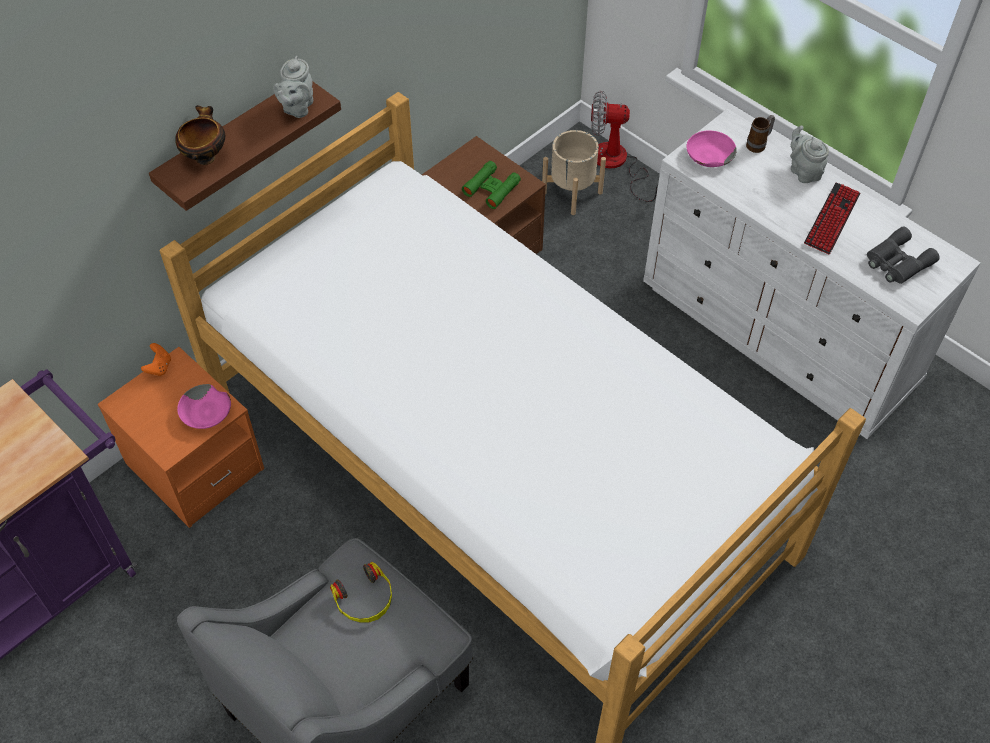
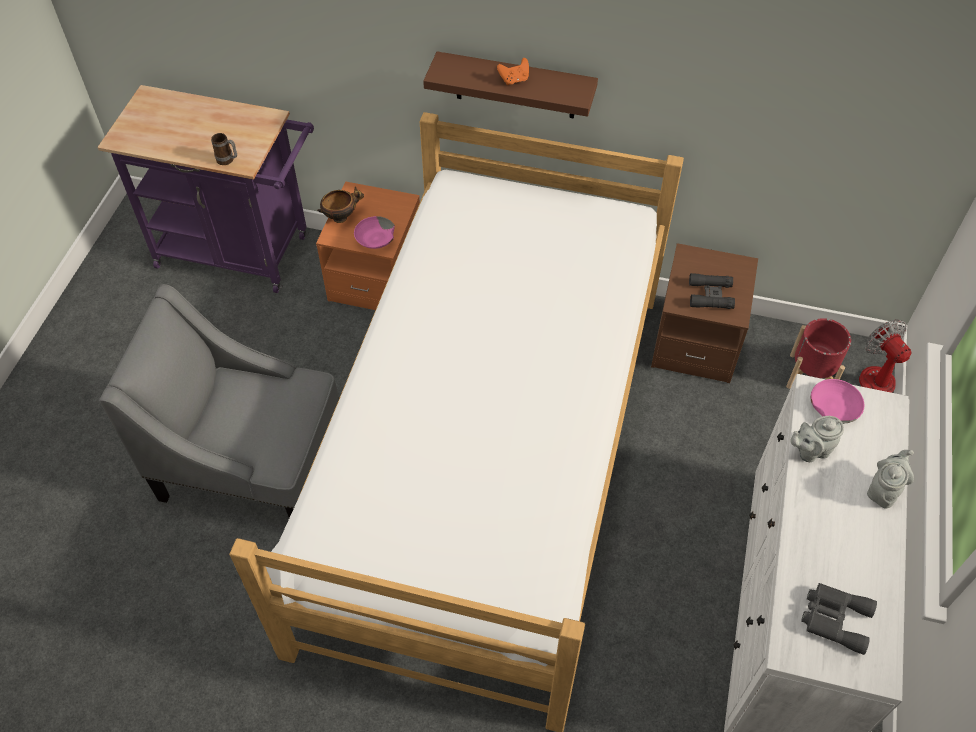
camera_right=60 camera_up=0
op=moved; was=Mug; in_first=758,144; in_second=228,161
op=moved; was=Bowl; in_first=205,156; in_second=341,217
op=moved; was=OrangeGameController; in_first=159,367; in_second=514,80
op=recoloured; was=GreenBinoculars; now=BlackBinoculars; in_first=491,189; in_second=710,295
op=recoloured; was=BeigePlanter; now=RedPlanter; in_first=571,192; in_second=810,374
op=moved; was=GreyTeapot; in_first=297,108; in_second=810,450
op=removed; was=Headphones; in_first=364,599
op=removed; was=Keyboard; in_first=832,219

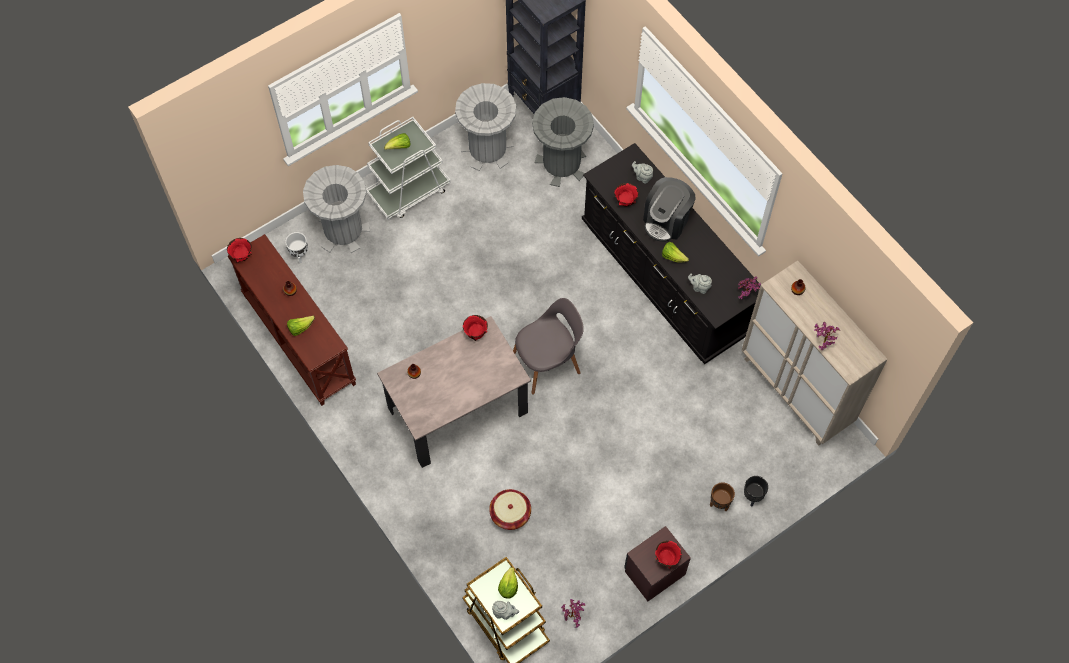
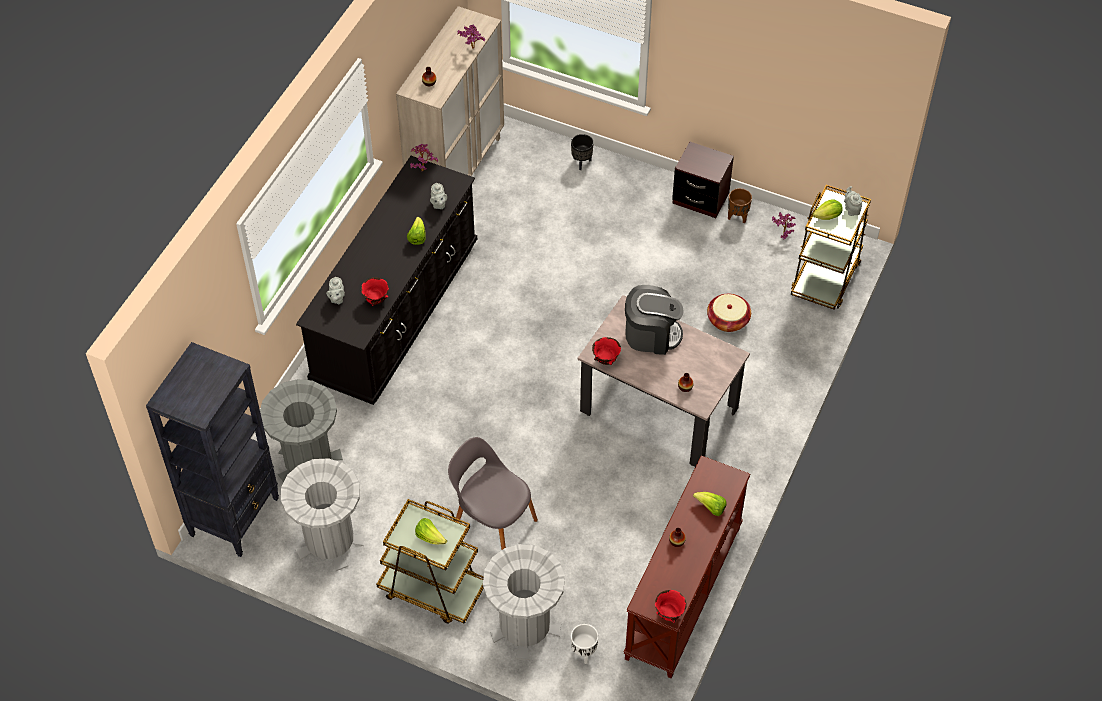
camera_right=-120 camera_up=-10
op=recoloured; was=WhiteCart; now=BrownCart; in_first=409,191; in_second=432,589
op=moved; was=GreyChair; in_first=547,363; in_second=493,523
op=moved; was=CoffeeMachine; in_first=666,221; in_second=651,335
op=moved; was=BrownPlanter; in_first=719,504; in_second=737,217
op=removed; was=RedBowl; in_first=667,559

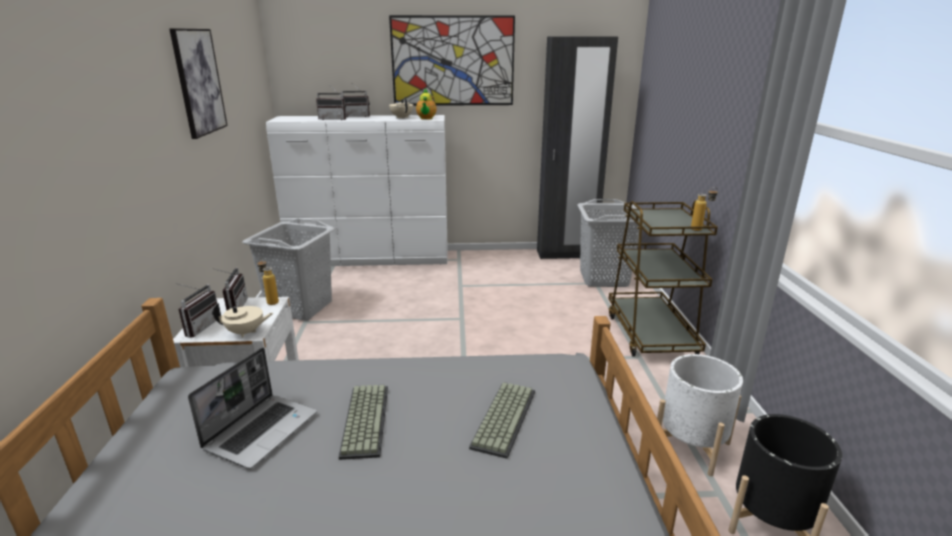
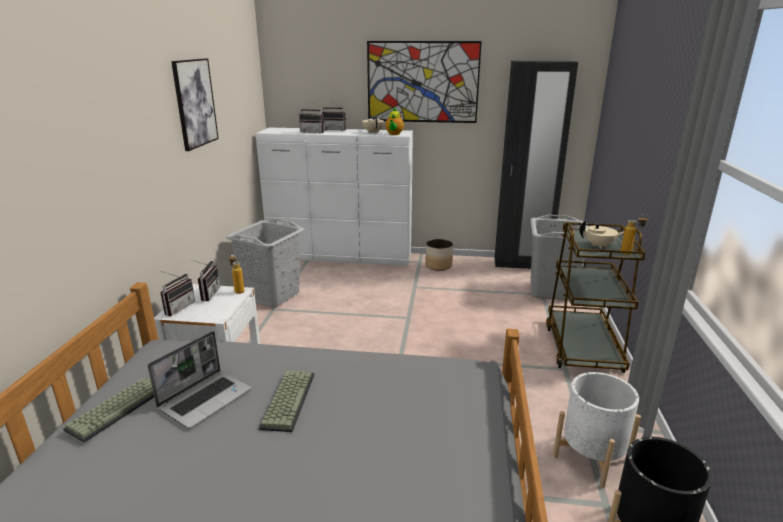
camera_right=10 camera_up=0
op=moved; was=Keyboard; in_first=502,417; in_second=118,407
op=added; now=Planter; in_second=438,266
op=moved; was=BeigeTeapot; in_first=246,332; in_second=599,246

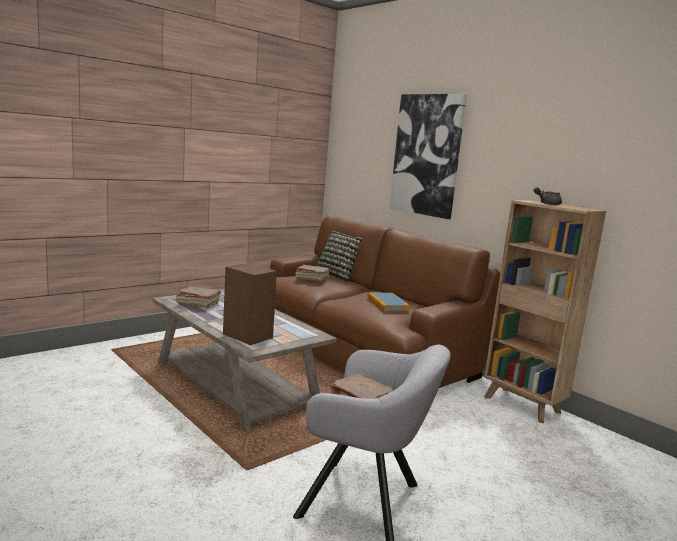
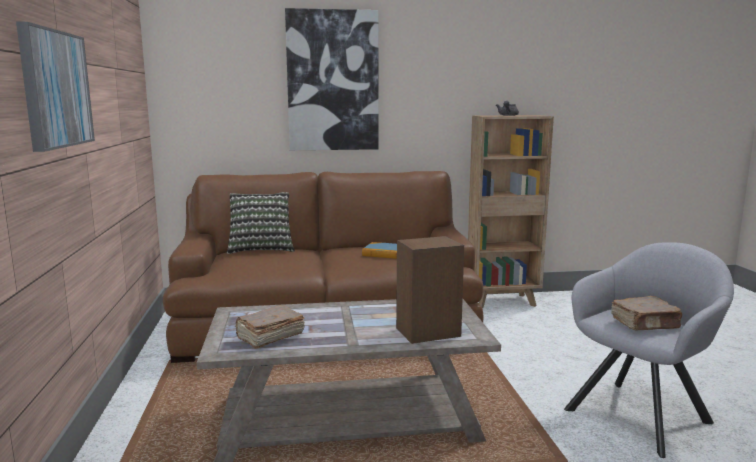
camera_right=-55 camera_up=0
op=added; now=Picture; in_second=55,89
op=removed; was=BrownBook; in_first=311,279

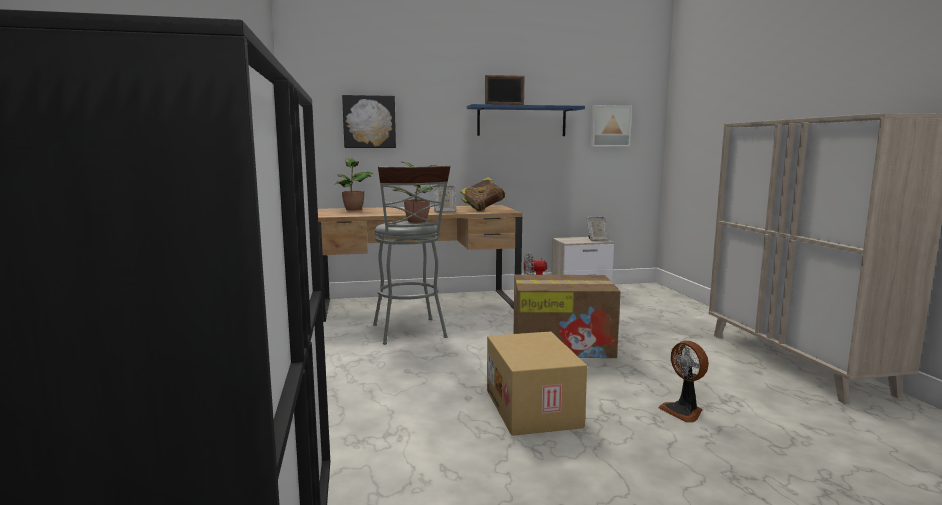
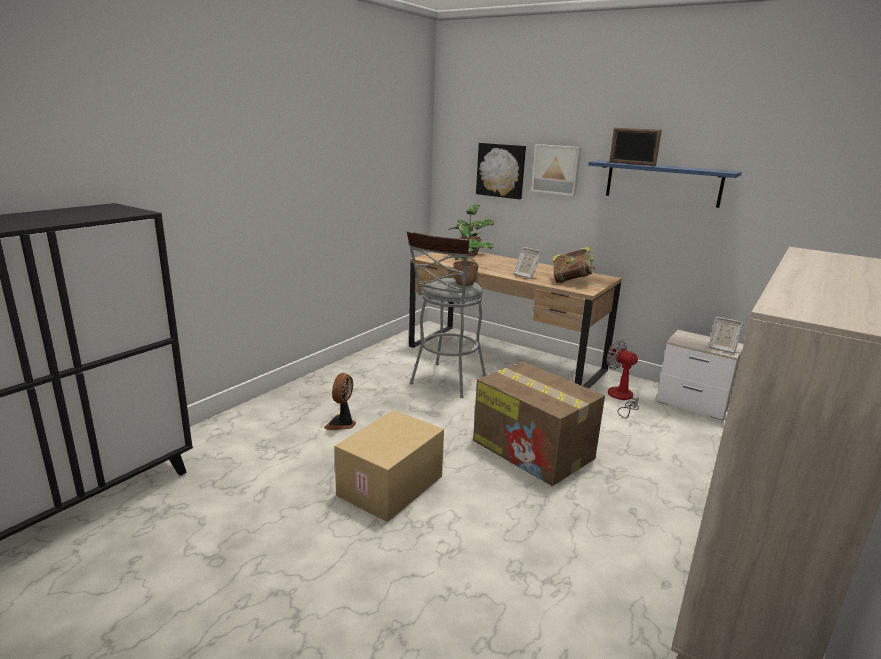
camera_right=45 camera_up=10
op=moved; was=Fan; in_first=683,411; in_second=342,424
op=moved; was=Picture; in_first=610,126; in_second=556,169

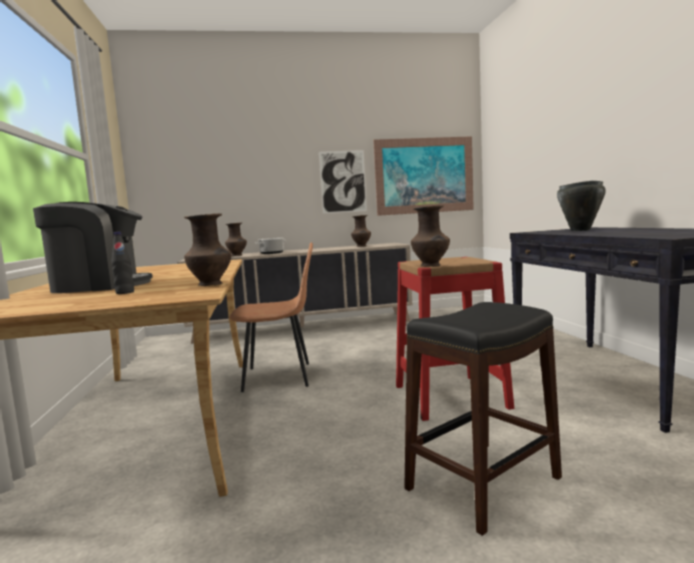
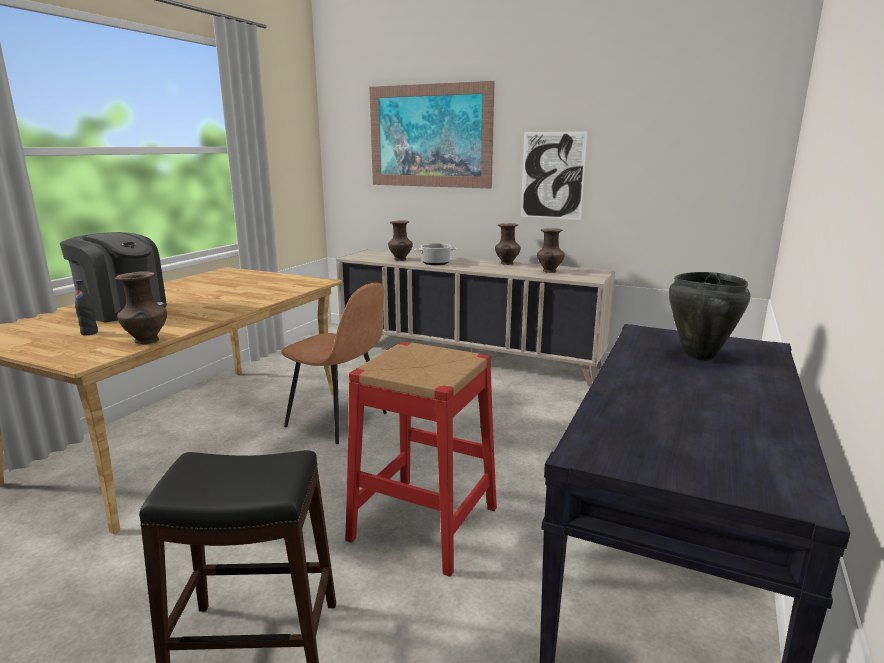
camera_right=35 camera_up=10
op=moved; was=Picture; in_first=424,175; in_second=429,136
op=moved; was=BrownVase; in_first=431,266; in_second=507,264

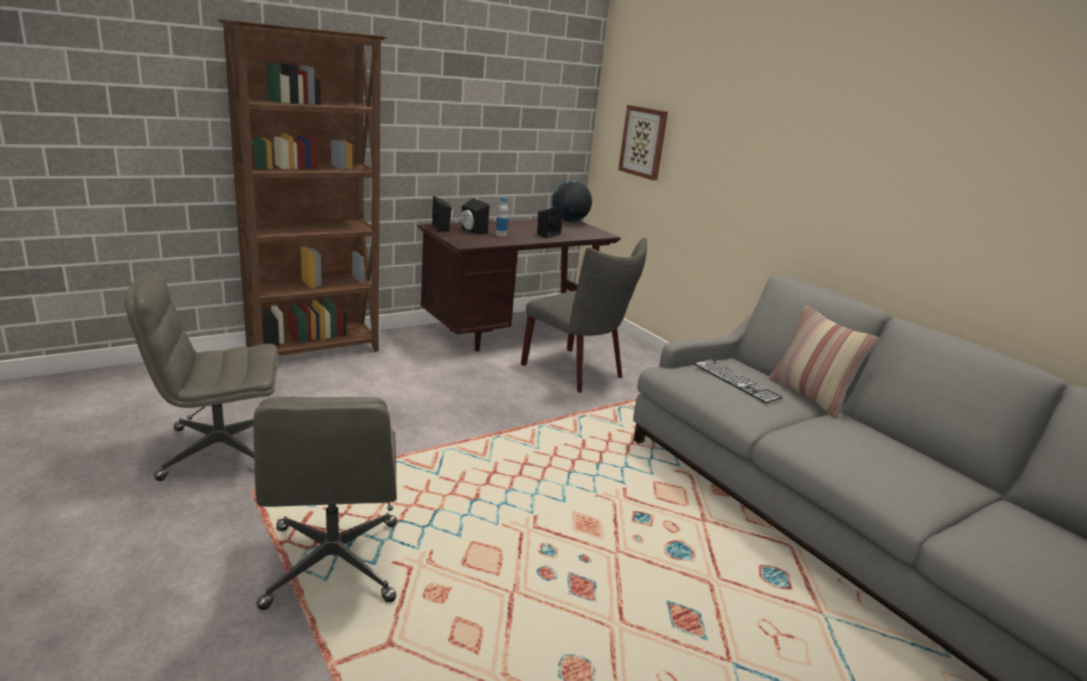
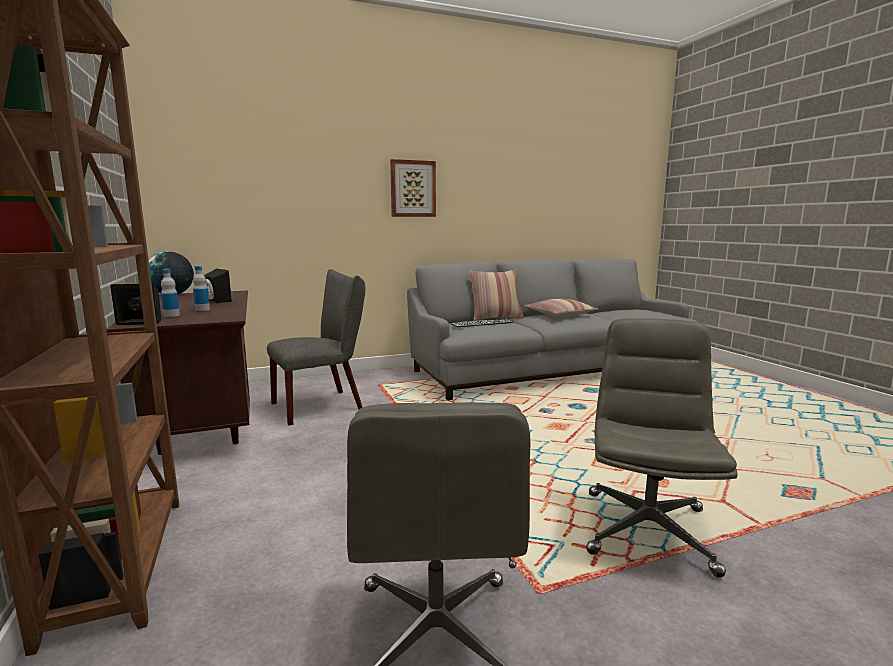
camera_right=-75 camera_up=-10
op=replaced; was=BlackSpeaker; now=Bottle; in_first=472,231; in_second=171,315
op=moved; was=Picture; in_first=644,142; in_second=412,189
op=added; now=Pillow; in_second=560,315
op=turned; was=GreyOfficeChair; in_first=333,565; in_second=647,529; clockwise=-75

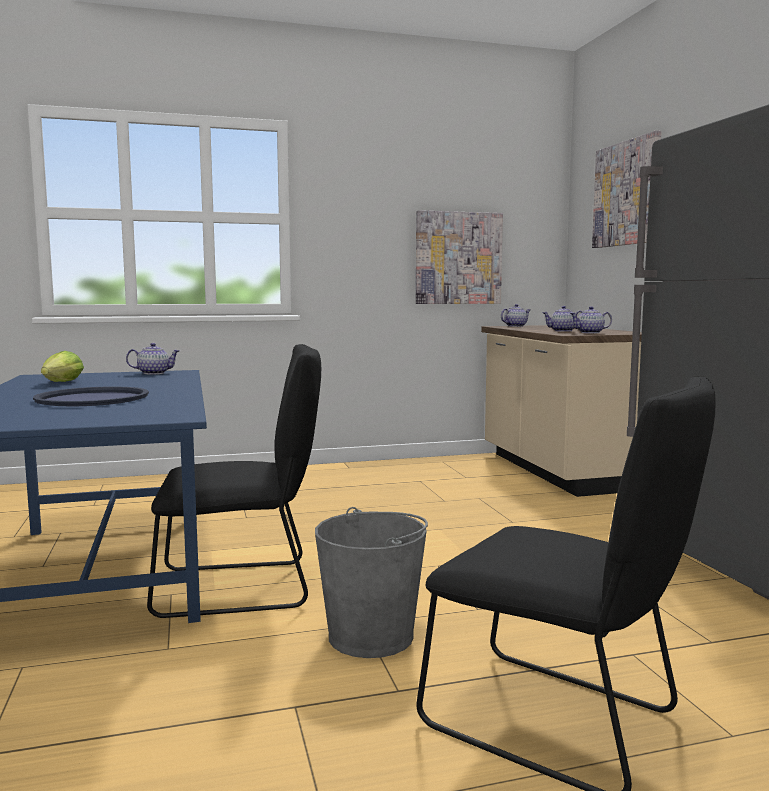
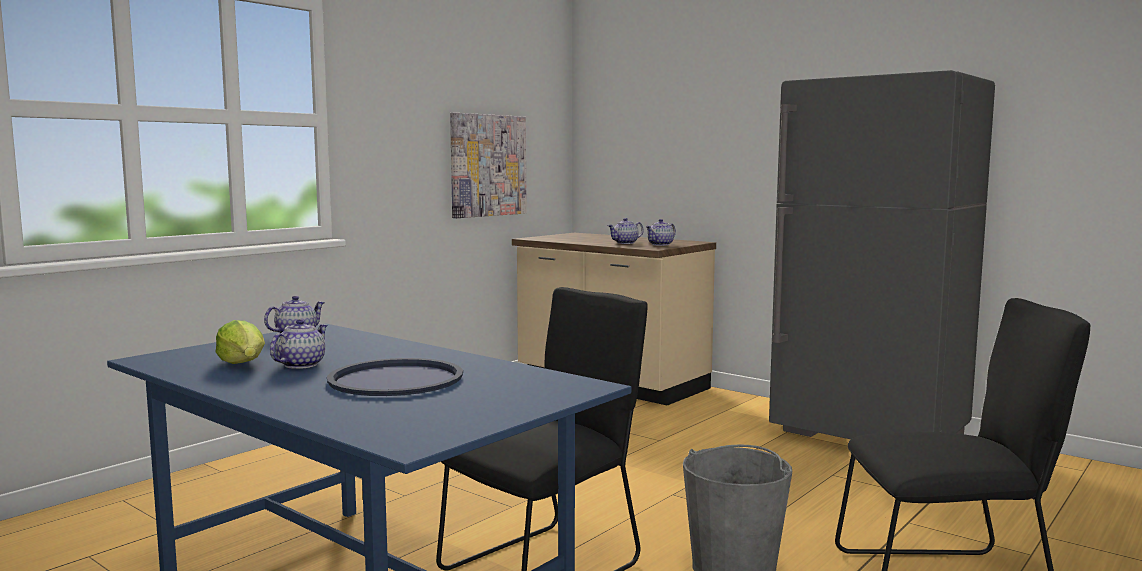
camera_right=-35 camera_up=0
op=moved; was=Teapot; in_first=515,326; in_second=301,364
op=removed; was=Picture; in_first=626,193

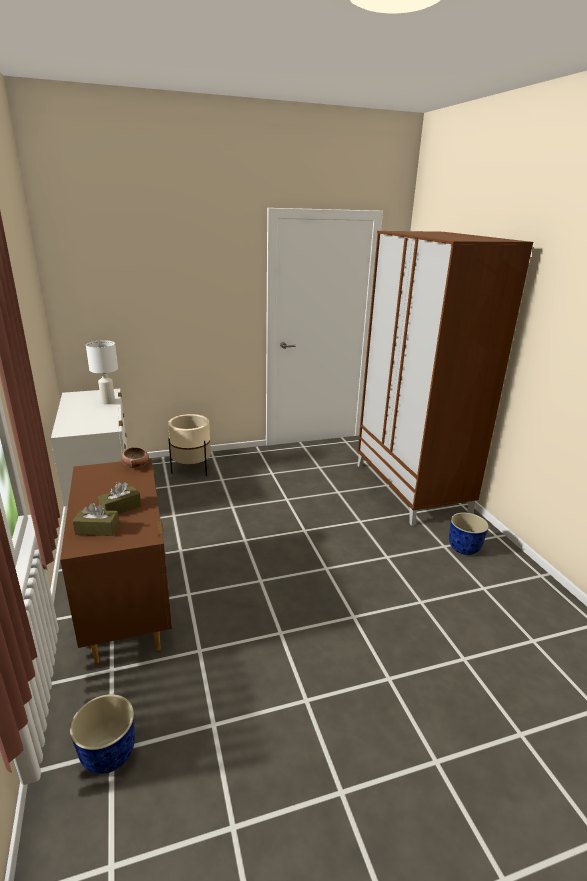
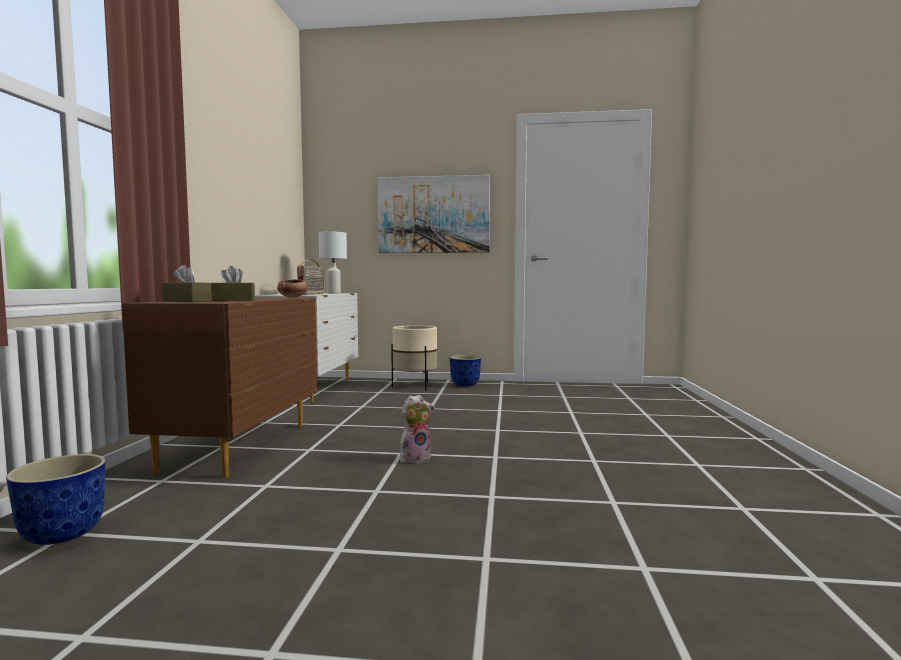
camera_right=25 camera_up=-20
op=added; now=Radio; in_second=312,294
op=added; now=Picture; in_second=433,215
op=added; now=PlushToy; in_second=415,458
op=moved; was=Planter; in_first=463,548; in_second=465,385
op=removed; was=BrownWardrobe; in_first=411,489

